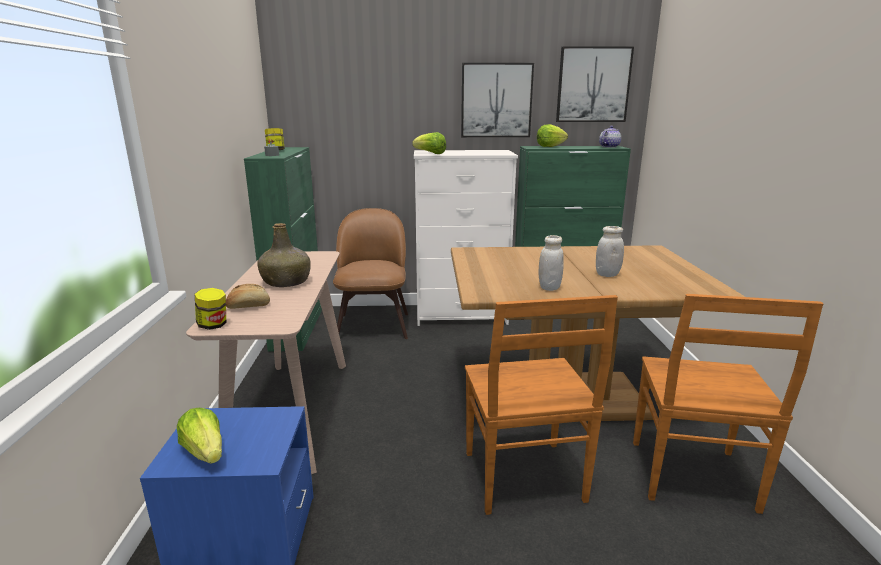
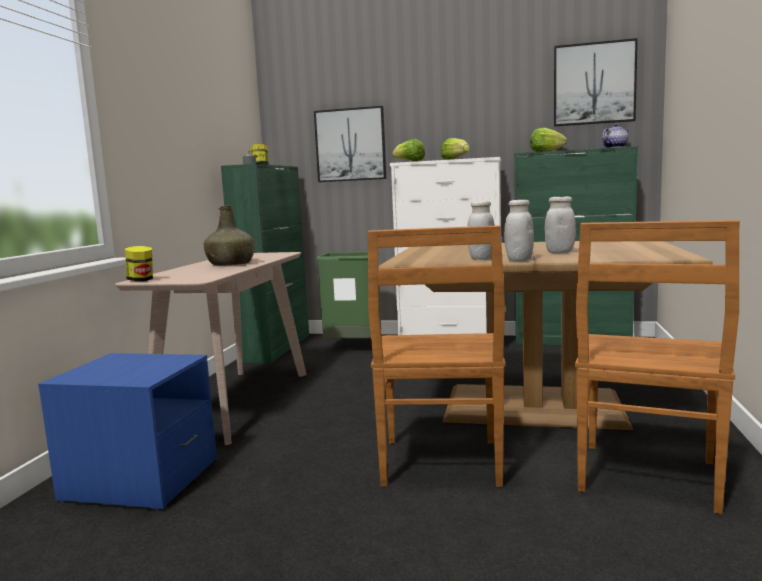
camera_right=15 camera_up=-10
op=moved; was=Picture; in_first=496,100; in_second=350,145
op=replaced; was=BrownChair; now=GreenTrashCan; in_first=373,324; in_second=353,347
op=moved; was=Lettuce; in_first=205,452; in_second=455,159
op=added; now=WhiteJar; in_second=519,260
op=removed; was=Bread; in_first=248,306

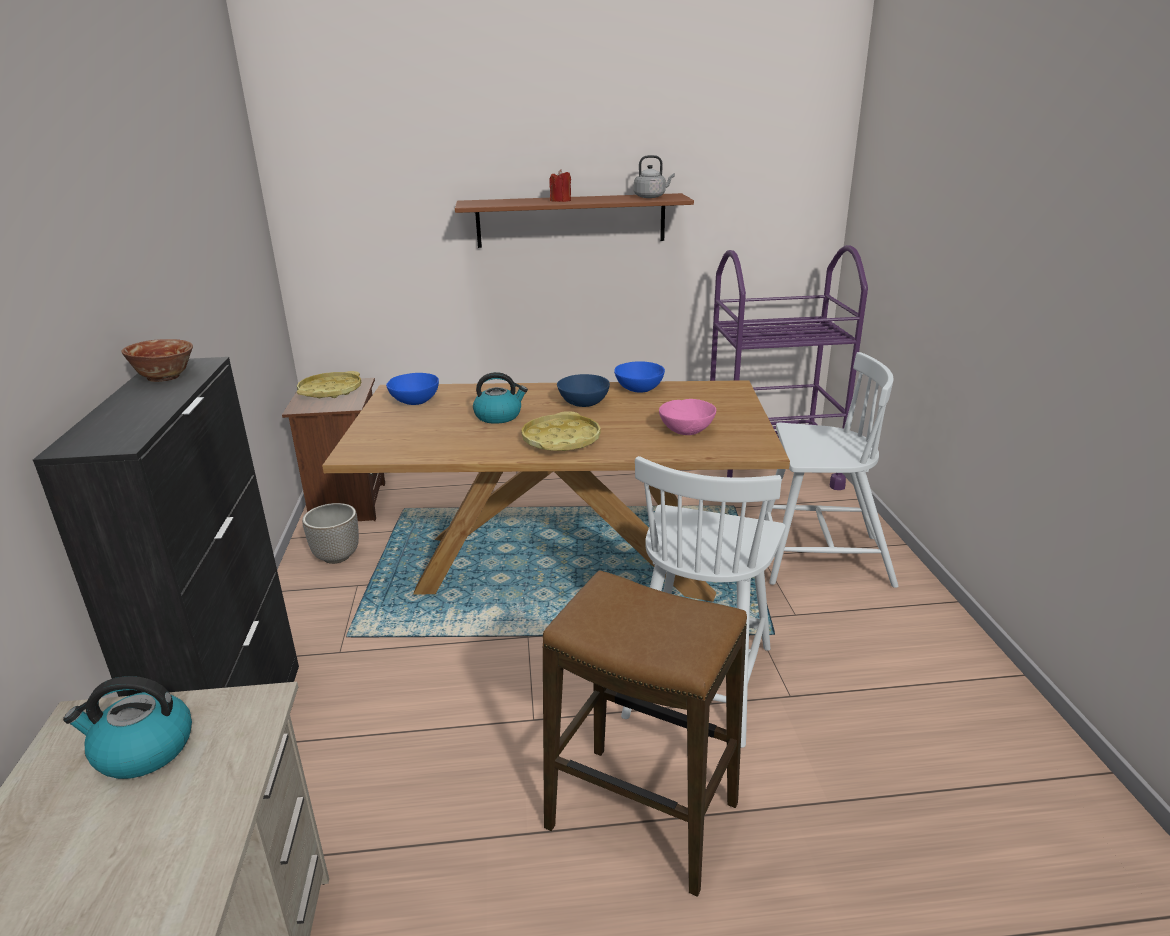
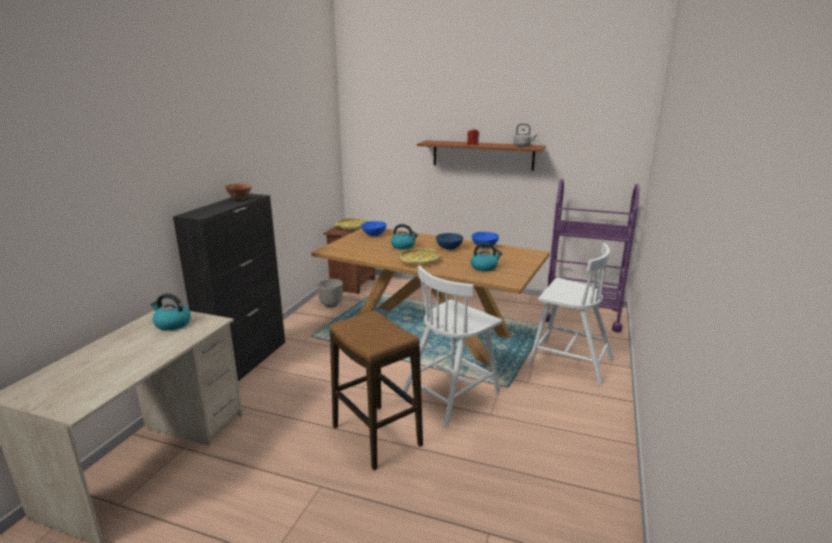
camera_right=25 camera_up=-5
op=replaced; was=PinkBowl; now=Kettle; in_first=686,430; in_second=484,267

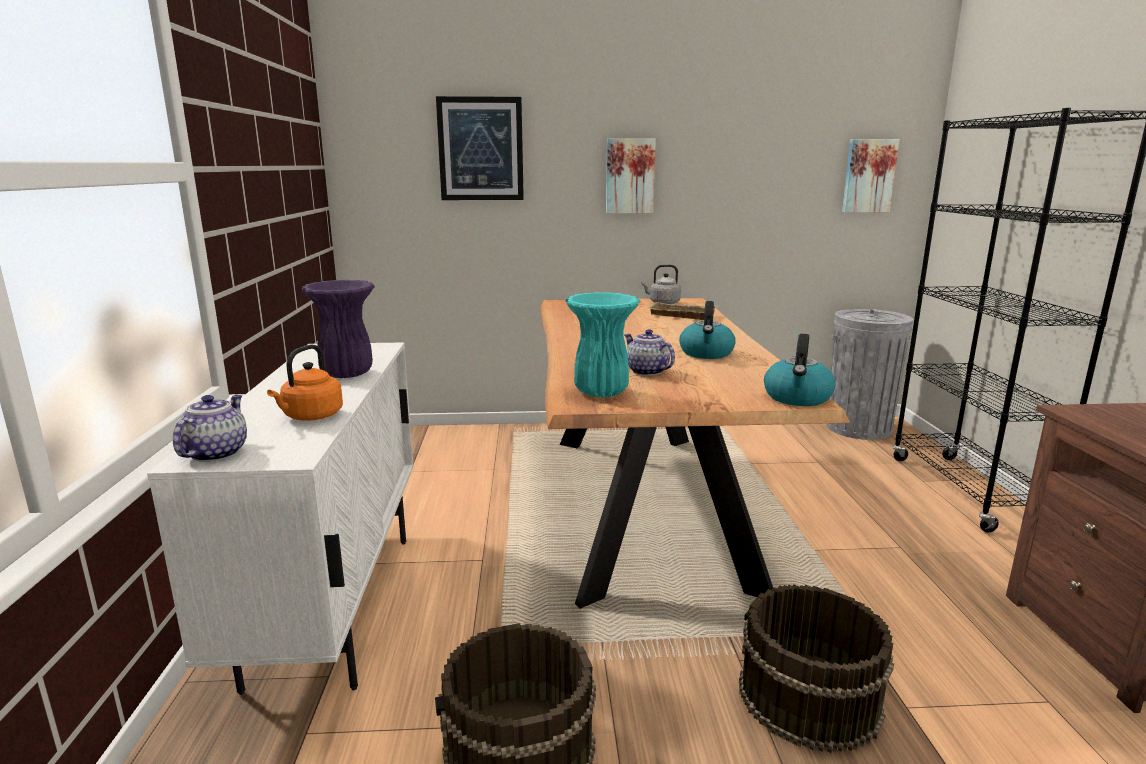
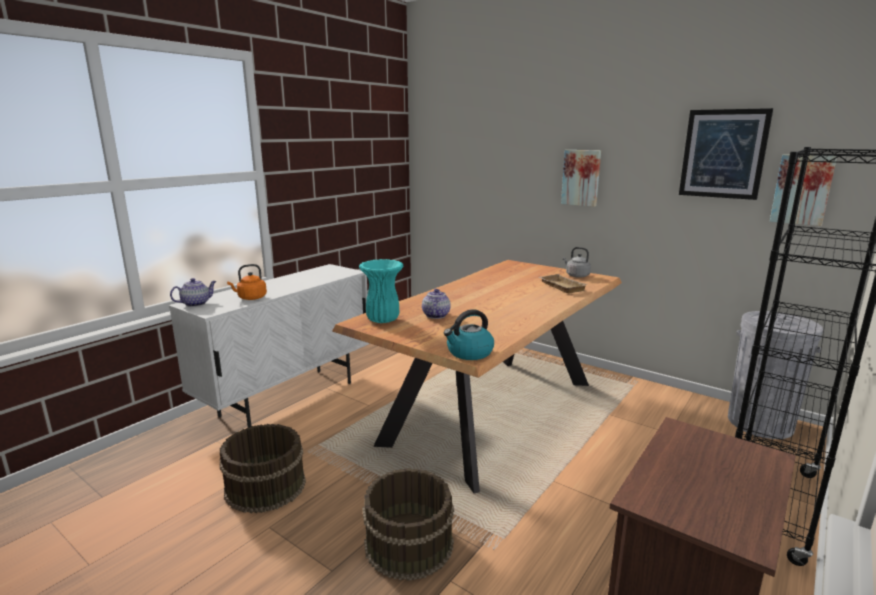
camera_right=40 camera_up=0
op=moved; was=Picture; in_first=481,149; in_second=723,154
op=removed; was=PurpleVase; in_first=346,373
op=removed; was=Kettle; in_first=706,353

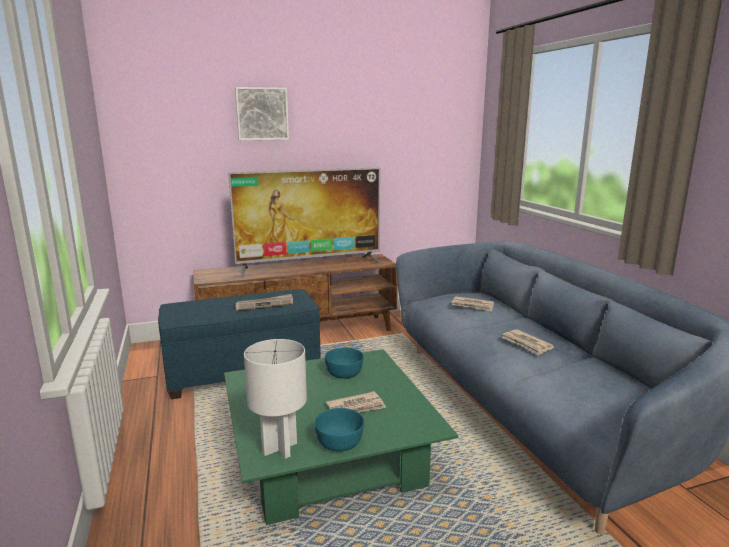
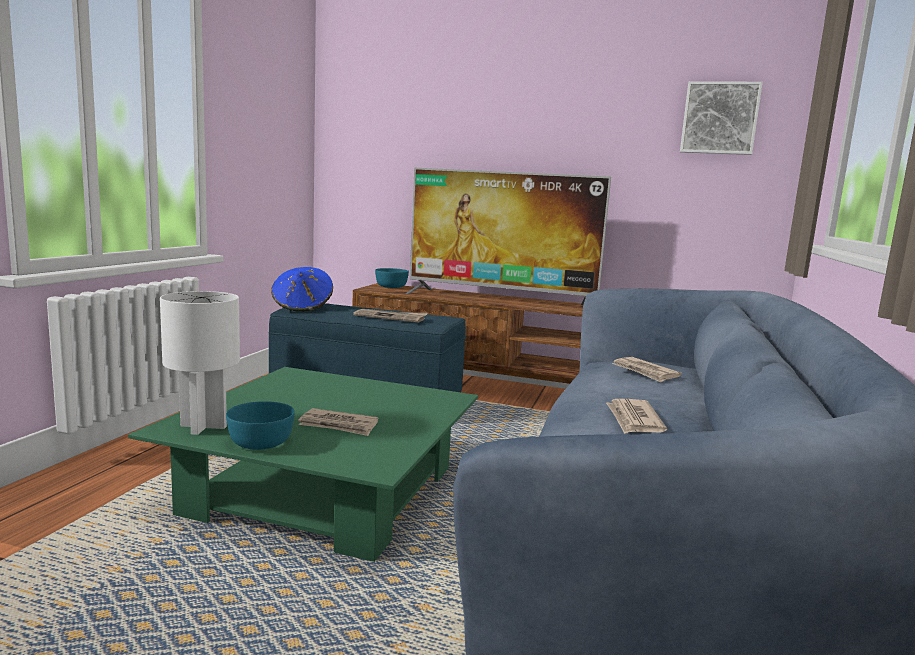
camera_right=35 camera_up=-5
op=added; now=BlueHat; in_second=302,307
op=moved; was=TurquoiseBowl; in_first=344,372; in_second=392,286
op=moved; was=Picture; in_first=262,114; in_second=719,118

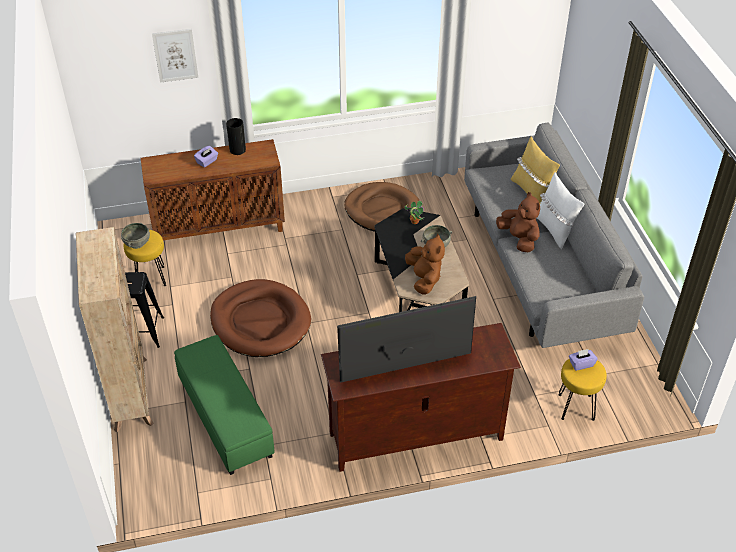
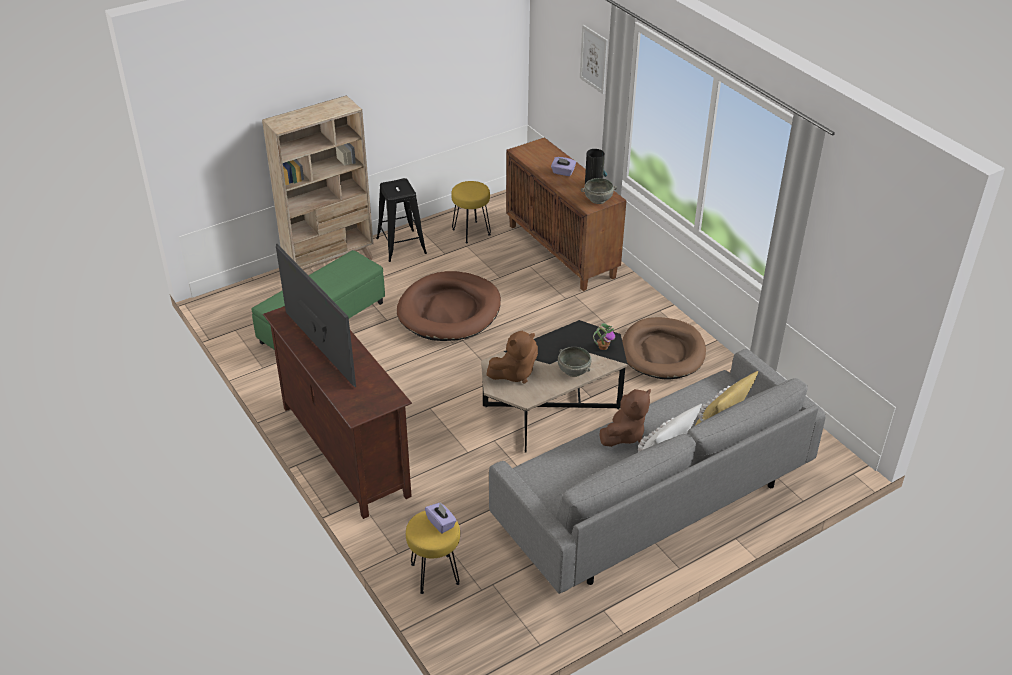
camera_right=70 camera_up=-5
op=moved; was=GreyBowl; in_first=137,243; in_second=598,199

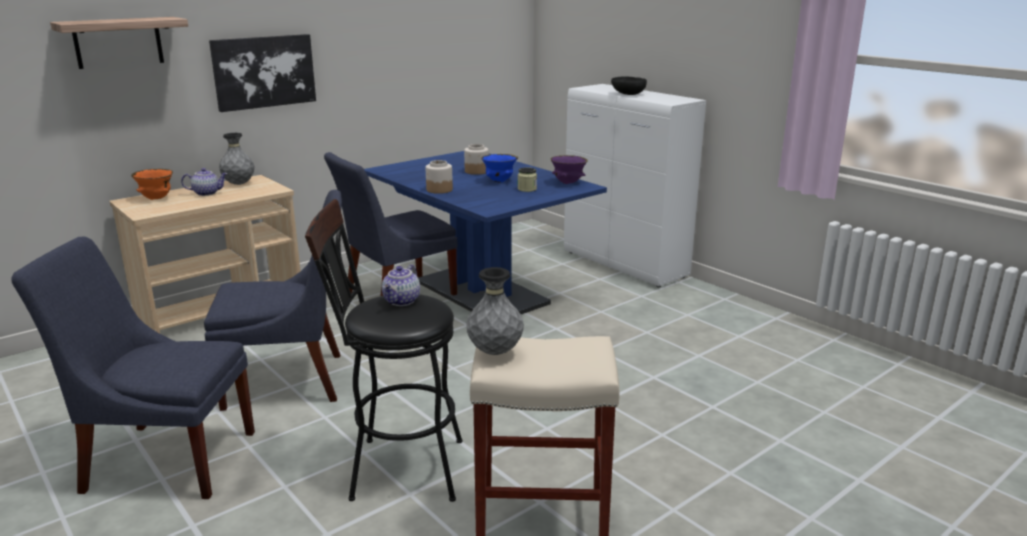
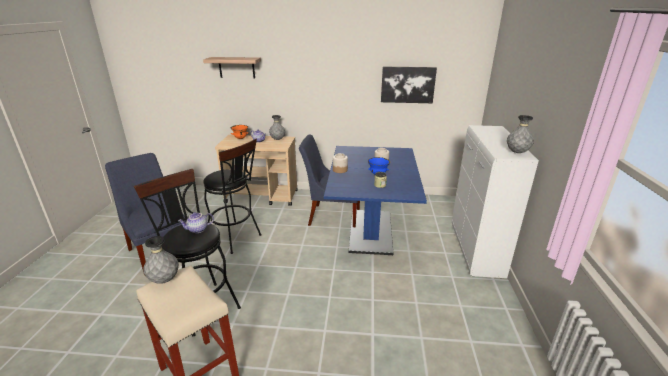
camera_right=45 camera_up=5
op=replaced; was=BlueChair; now=BlackStool; in_first=291,381; in_second=237,239
op=moved; was=Picture; in_first=264,71; in_second=407,84
op=added; now=GreyVase; in_second=517,152
op=removed; was=PurpleBowl; in_first=568,183
op=removed; was=BlackBowl; in_first=628,94

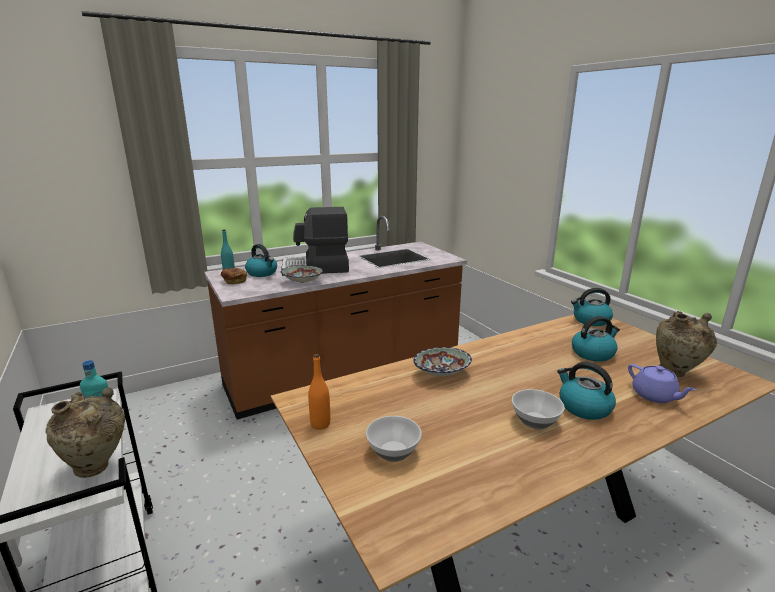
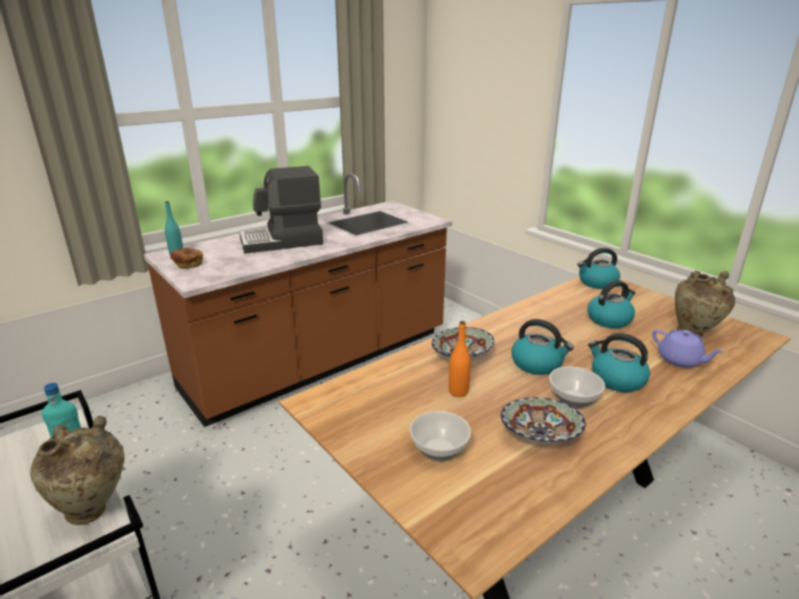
camera_right=-10 camera_up=5
op=moved; was=OrangeBottle; in_first=320,424; in_second=458,392
op=moved; was=Bowl; in_first=303,282; in_second=539,435
op=moved; was=Kettle; in_first=262,273; in_second=537,364

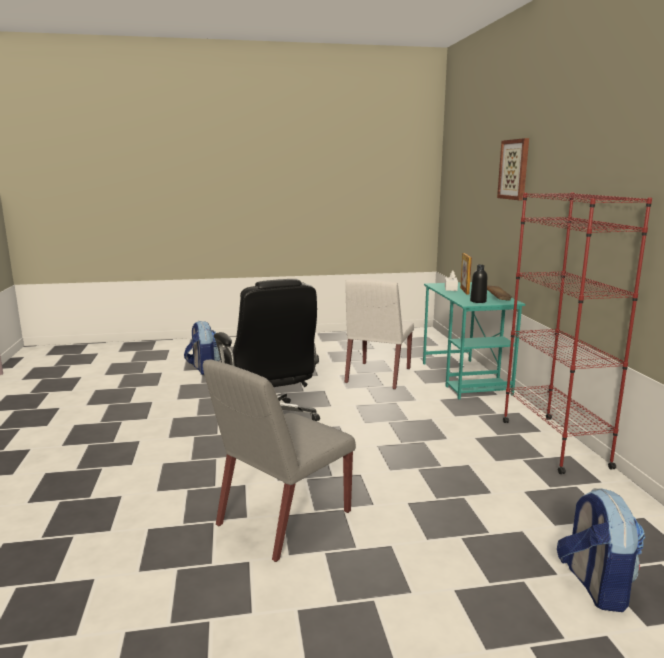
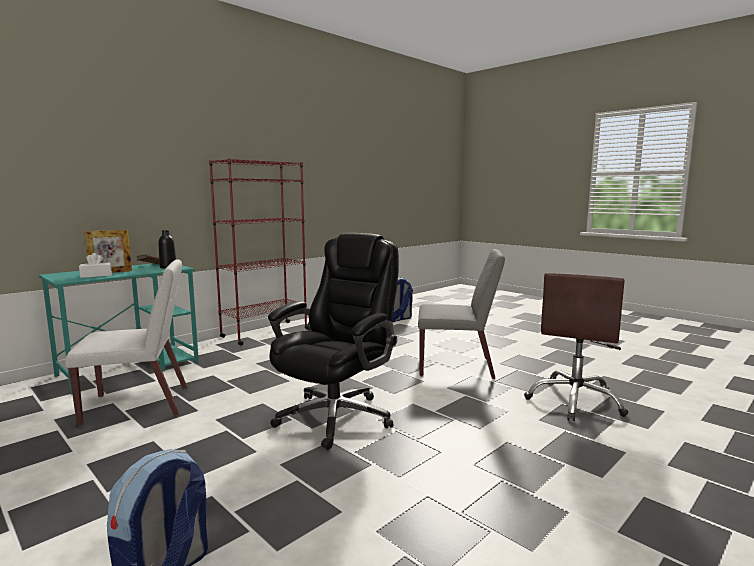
camera_right=-125 camera_up=-5
op=added; now=BrownOfficeChair; in_second=575,401
op=removed; was=Picture; in_first=514,169

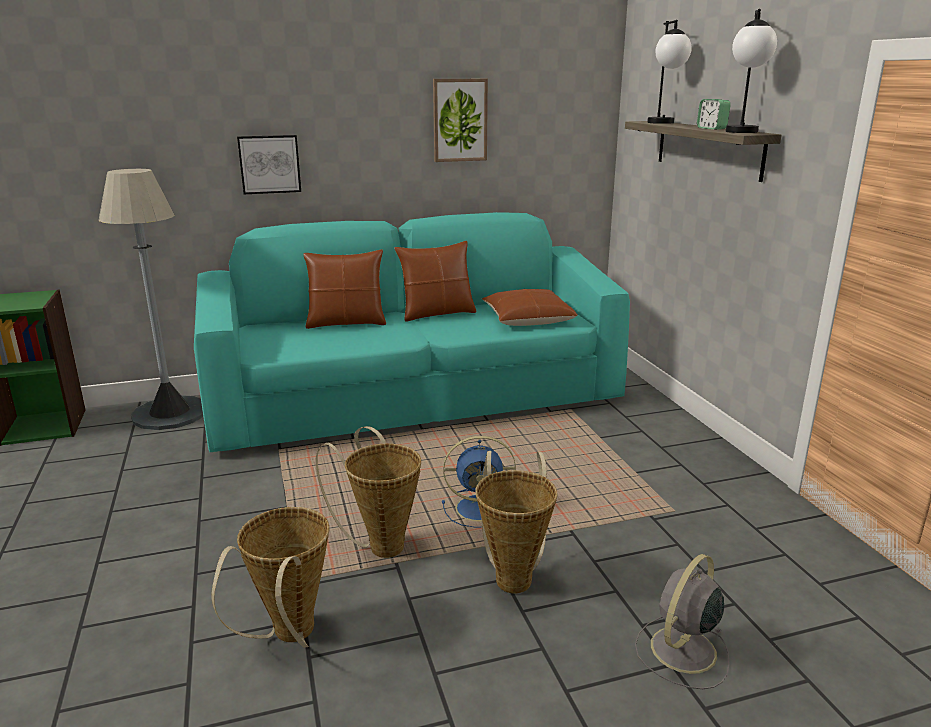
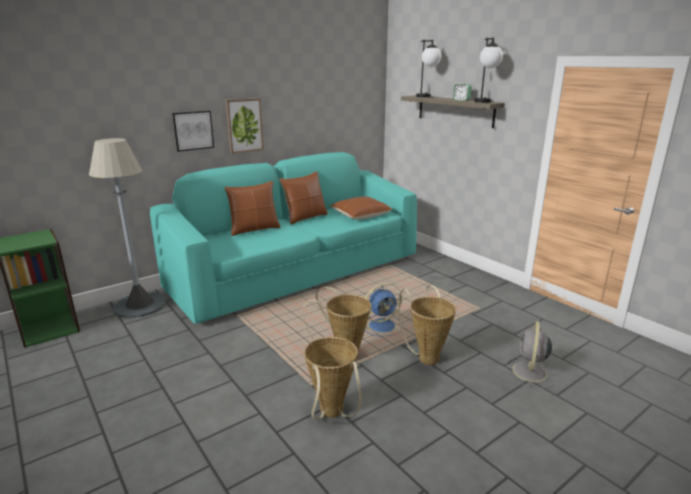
camera_right=-20 camera_up=0
op=moved; was=Picture; in_first=460,120; in_second=244,125

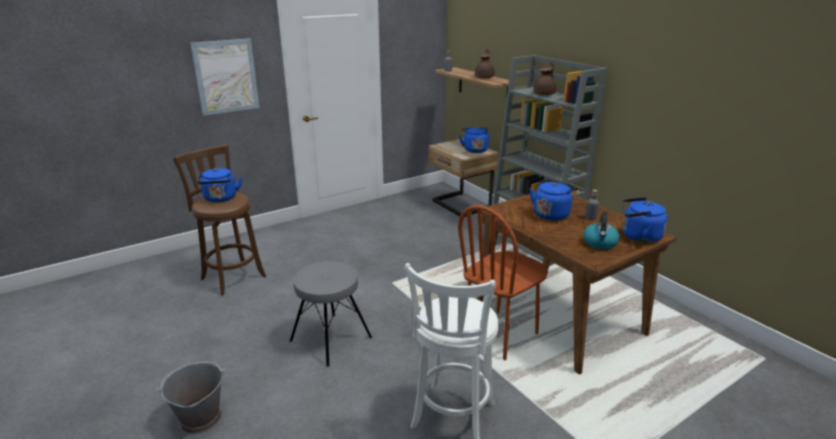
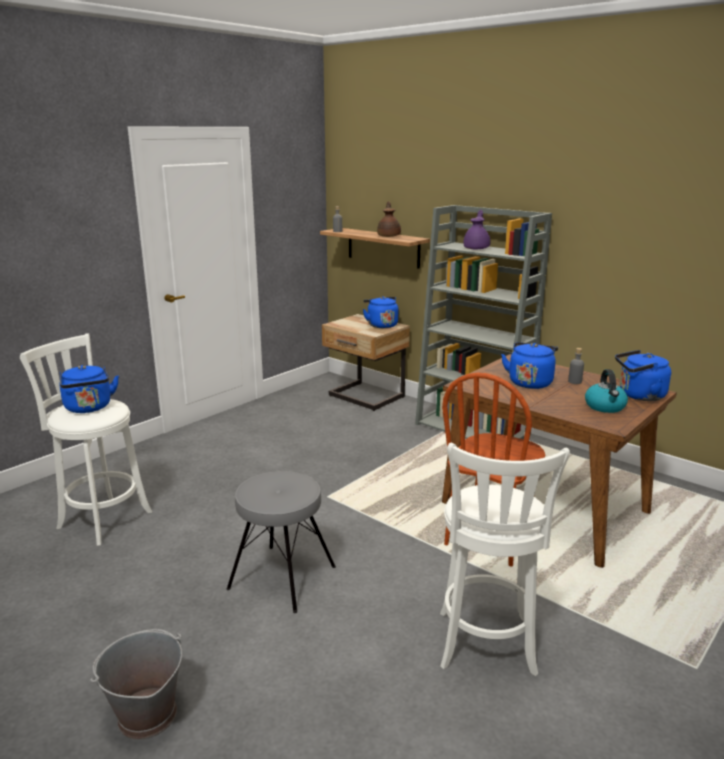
camera_right=-15 camera_up=-5
op=recoloured; was=BrownStool; now=WhiteStool; in_first=232,276; in_second=102,518
op=recoloured; was=BrownTeapot; now=PurpleTeapot; in_first=544,94; in_second=477,248
op=removed; was=Picture; in_first=226,76

